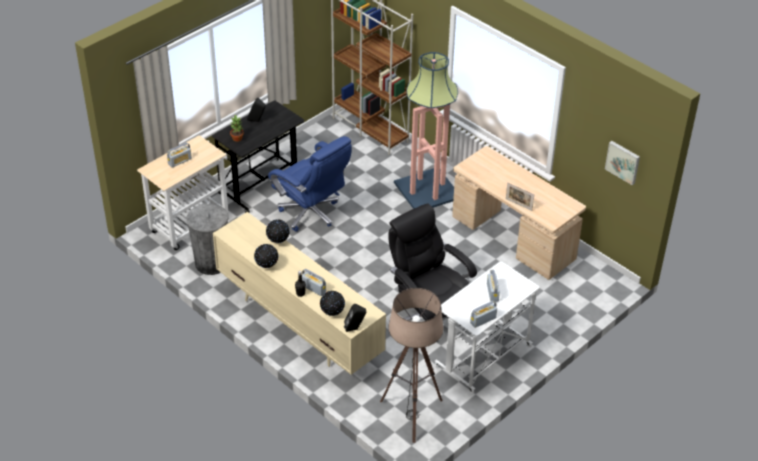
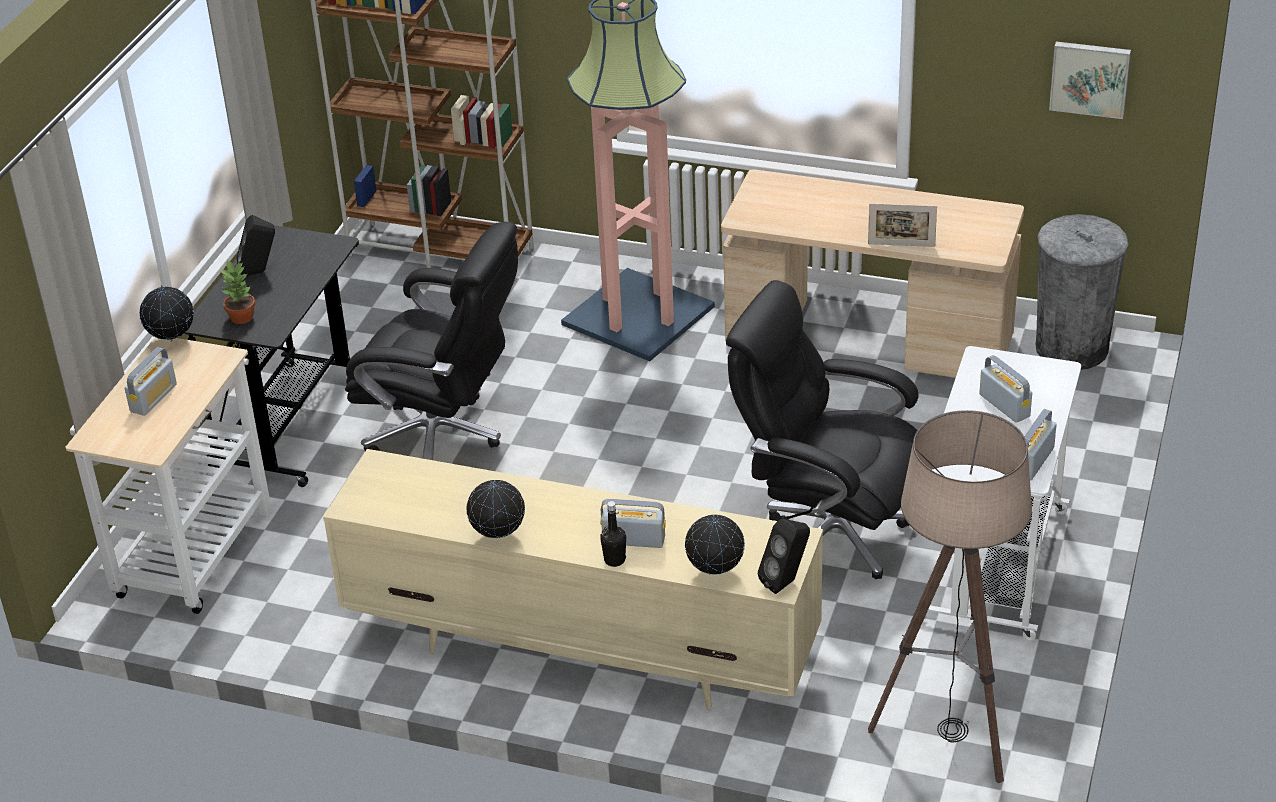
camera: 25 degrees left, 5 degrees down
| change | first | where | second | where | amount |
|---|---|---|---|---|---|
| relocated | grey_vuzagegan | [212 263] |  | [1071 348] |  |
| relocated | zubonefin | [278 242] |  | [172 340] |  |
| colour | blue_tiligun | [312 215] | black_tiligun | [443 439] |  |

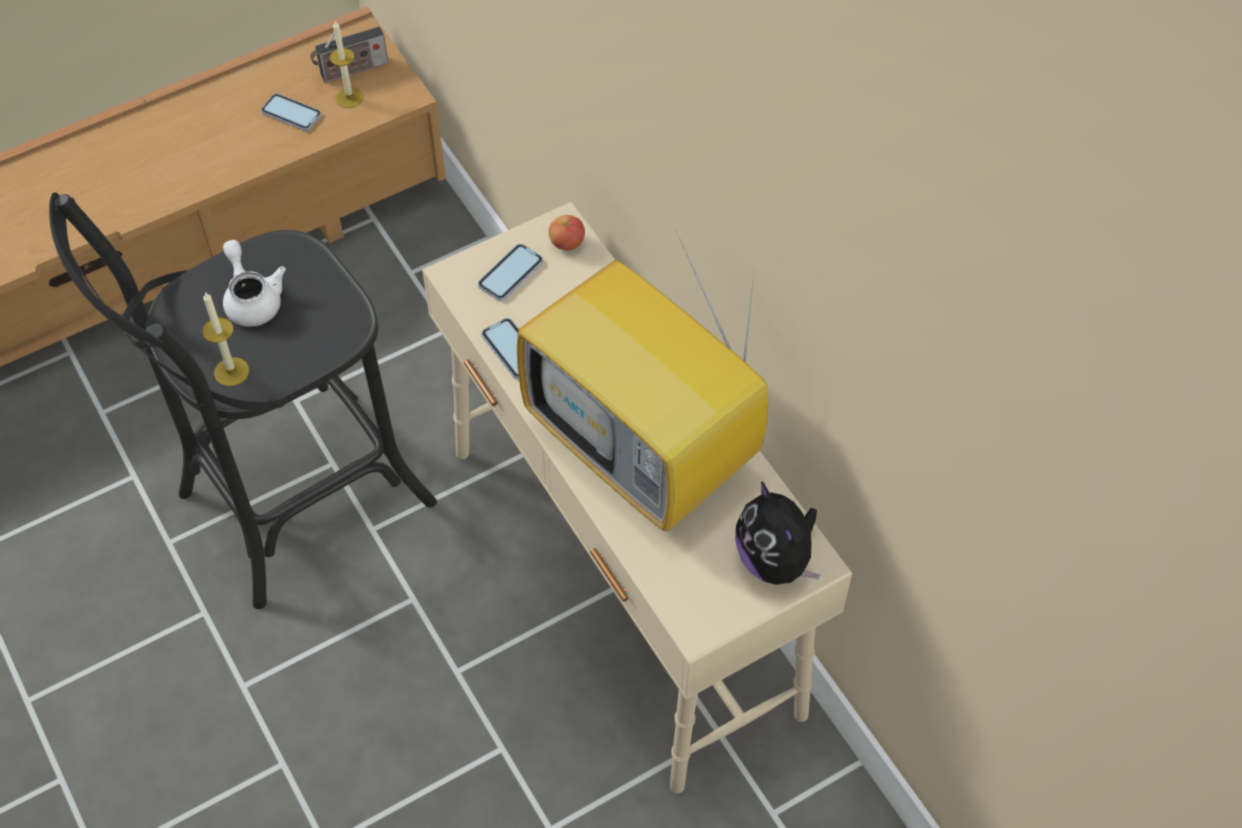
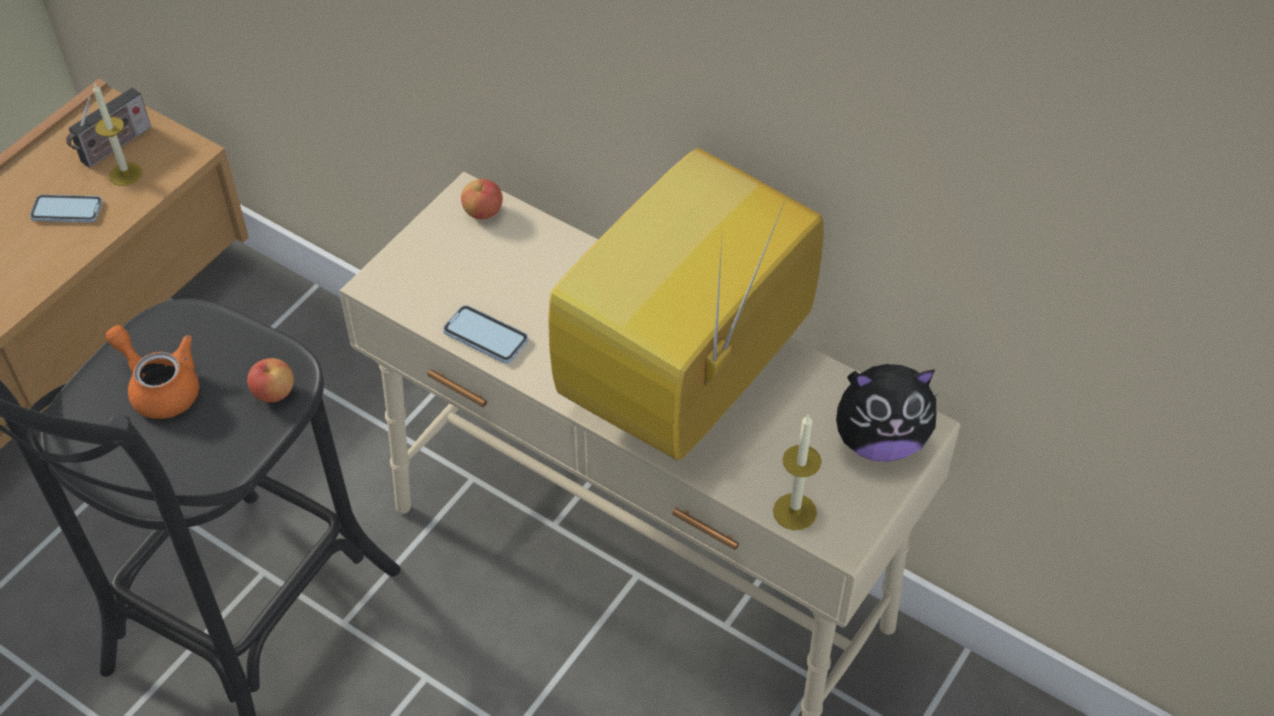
camera: 25 degrees left, 5 degrees down
| change | first | where | second | where | amount |
|---|---|---|---|---|---|
| missing | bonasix | [510 274] |  |  |  |
| appeared |  |  | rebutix | [274 392] |  |
| relocated | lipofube | [231 371] |  | [794 511] |  |
| colour | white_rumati | [252 299] | orange_rumati | [160 387] |  |
| spun | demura | [646 450] |  | [685 383] | 105 degrees clockwise |
| spun | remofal | [775 560] |  | [879 440] | 45 degrees counterclockwise |

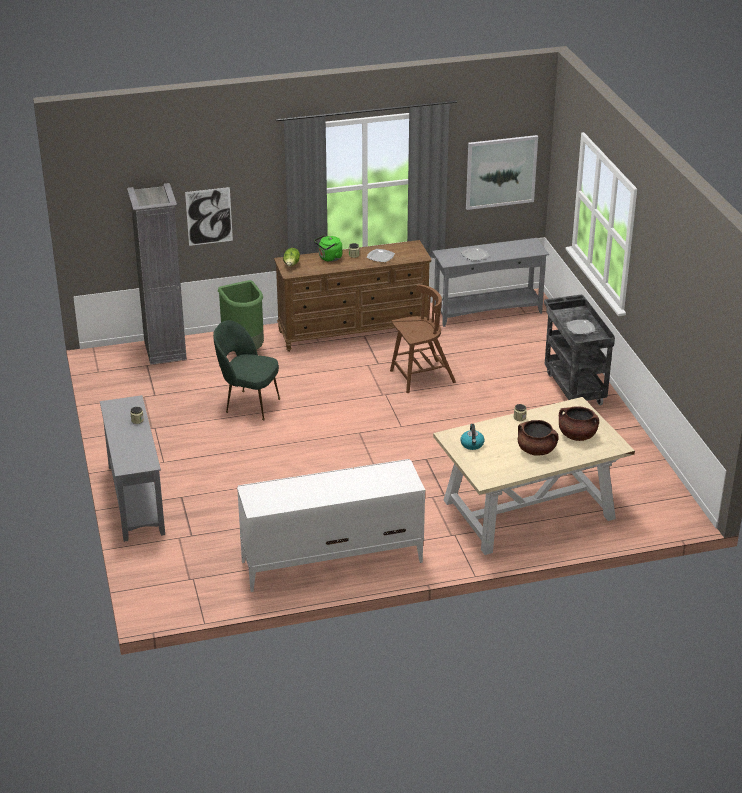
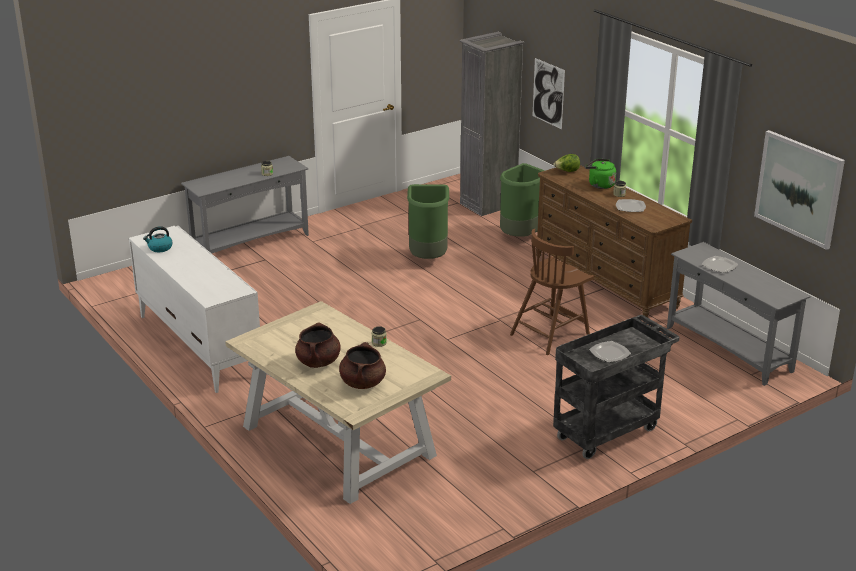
camera: 70 degrees right, 5 degrees down
| change | first | where | second | where | amount |
|---|---|---|---|---|---|
| relocated | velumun | [472 444] |  | [159 248] |  |
| exchanged | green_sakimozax | [248 404] | green_vuzagegan | [428 258] |  |
| spun | brown_sakimozax | [421 377] |  | [551 333] | 90 degrees clockwise |

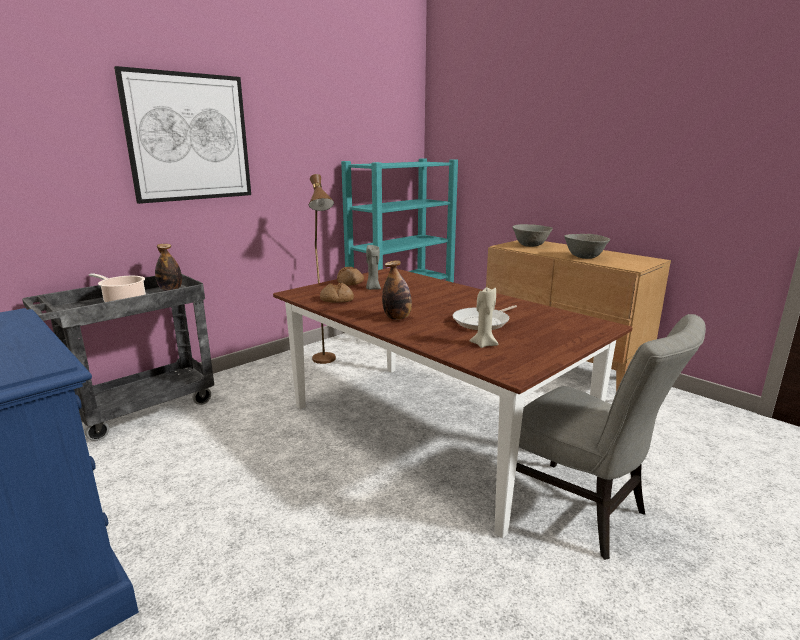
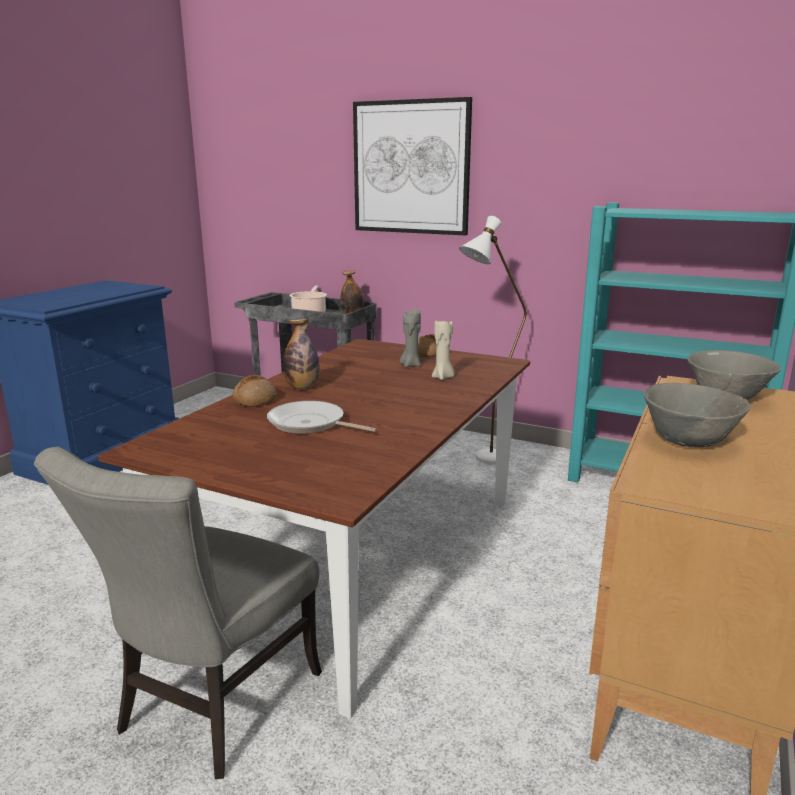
camera: 70 degrees right, 0 degrees up
| change | first | where | second | where | amount |
|---|---|---|---|---|---|
| relocated | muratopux | [337 300] |  | [254 400] |  |
| relocated | beige_lipofube | [483 344] |  | [443 377] |  |
| colour | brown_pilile | [326 362] | white_pilile | [483 461] |  |

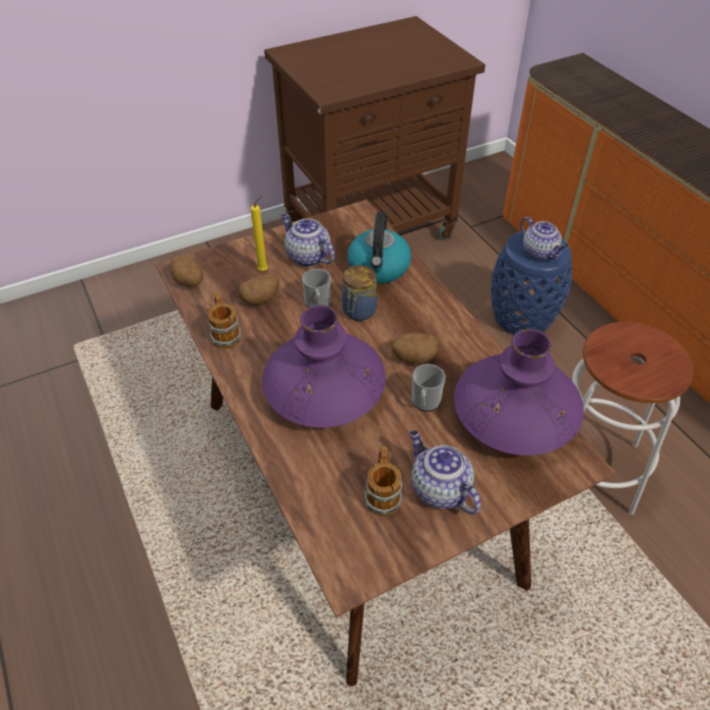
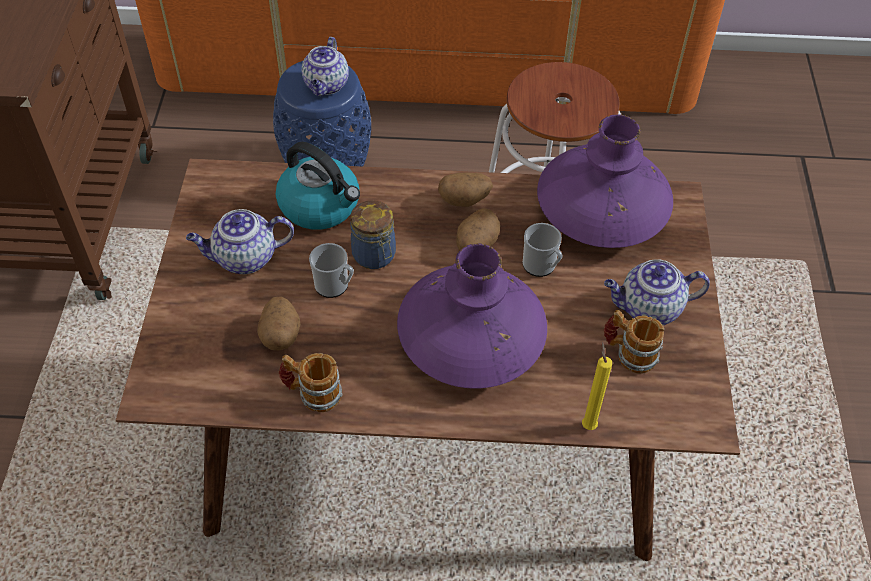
camera: 60 degrees left, 5 degrees up
| change | first | where | second | where | amount |
|---|---|---|---|---|---|
| relocated | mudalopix | [189 282] |  | [464 199] |  |
| relocated | yellow_lipofube | [264 270] |  | [588 424] |  |
| spun | rumati | [540 253] |  | [326 86] | 105 degrees clockwise |

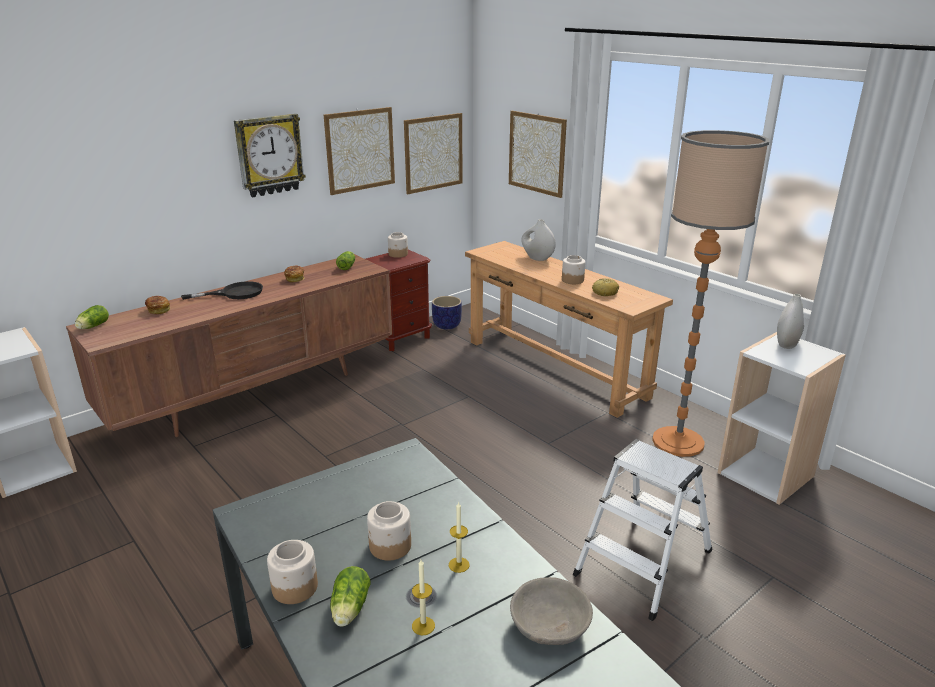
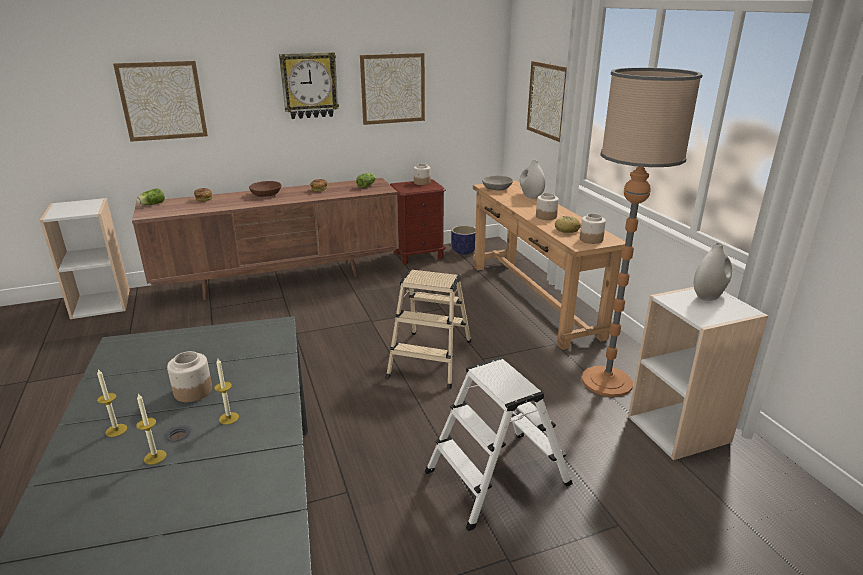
camera: 20 degrees right, 0 degrees up
| change | first | where | second | where | amount |
|---|---|---|---|---|---|
| appeared |  |  | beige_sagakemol | [430 358] |  |
| relocated | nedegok | [294 588] |  | [591 239] |  |
| relocated | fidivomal | [433 152] |  | [162 100] |  |
| relocated | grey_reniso | [550 625] |  | [497 188] |  |
| exchanged | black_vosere | [234 293] | brown_reniso | [266 194] |  |
| exchanged | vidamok | [349 610] | lipofube | [116 430] |  |

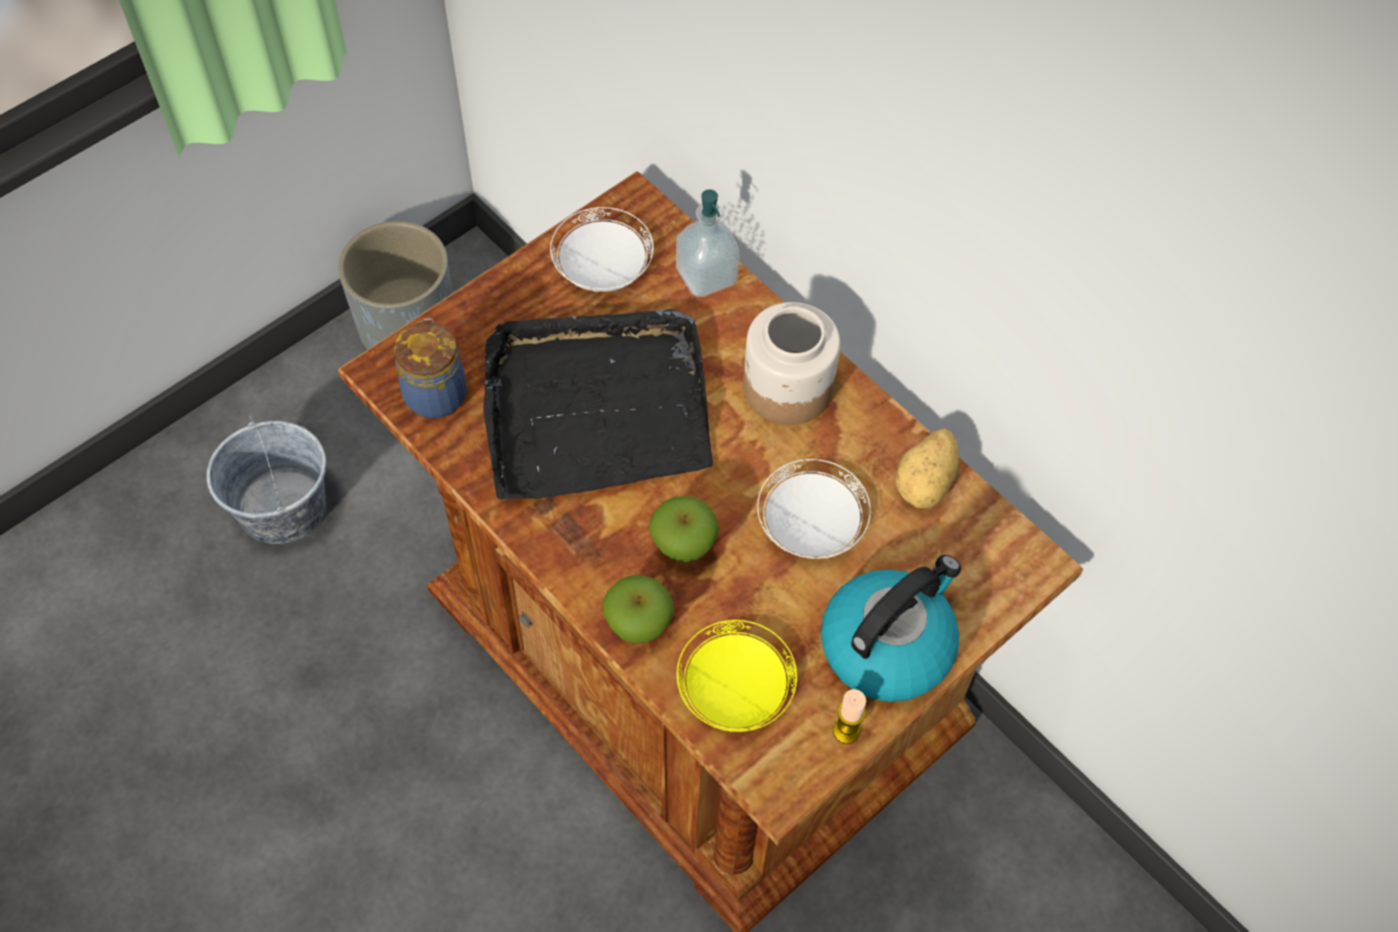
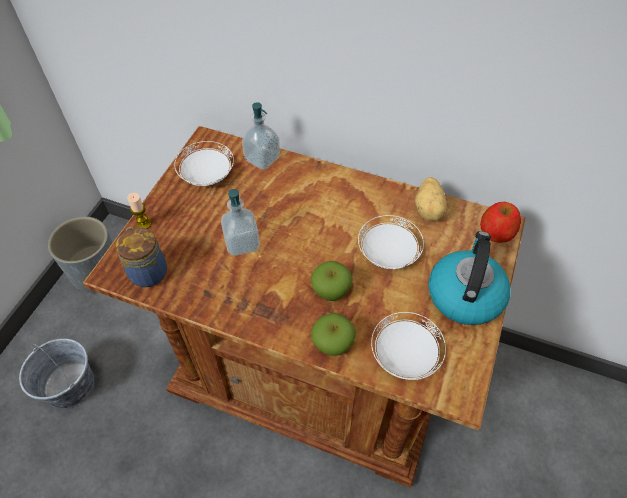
camera: 25 degrees left, 5 degrees down
| change | first | where | second | where | amount |
|---|---|---|---|---|---|
| missing | nedegok | [787 388] |  |  |  |
| appeared |  |  | rebutix | [497 231] |  |
| relocated | lipofube | [846 731] |  | [144 224] |  |
| exchanged | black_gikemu | [595 408] | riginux | [242 243] |  |
| colour | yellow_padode | [736 690] | white_padode | [405 354] |  |

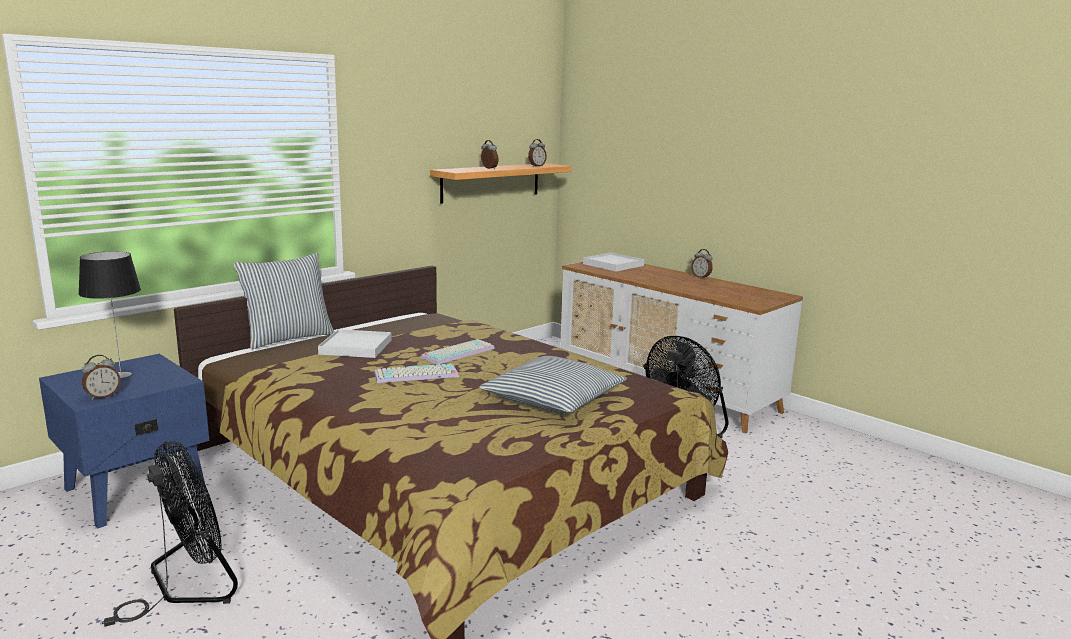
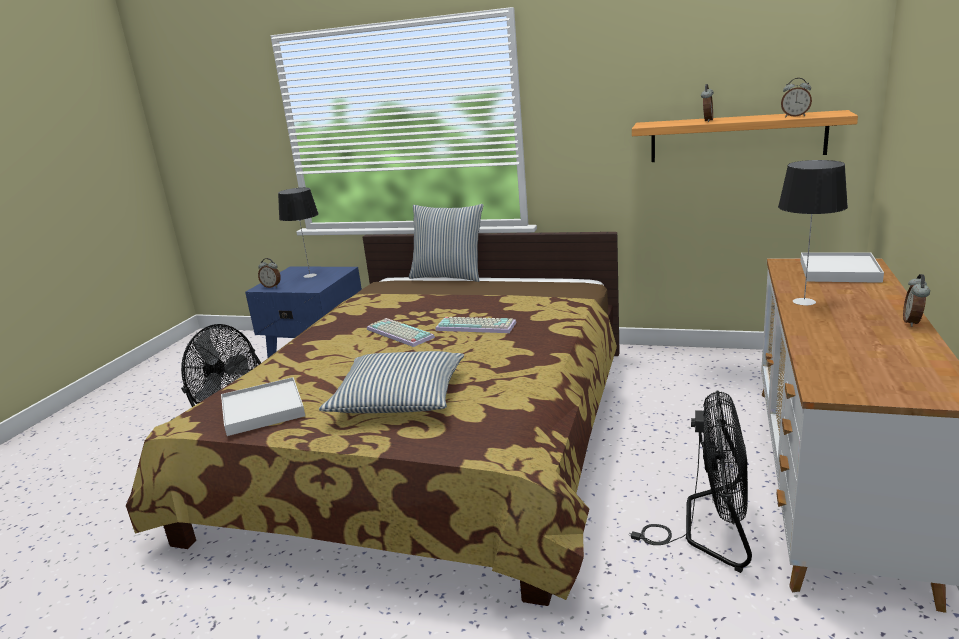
camera: 65 degrees right, 5 degrees up
| change | first | where | second | where | amount |
|---|---|---|---|---|---|
| appeared |  |  | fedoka | [804 301] |  |
| relocated | white_gikemu | [355 347] |  | [263 410] |  |

